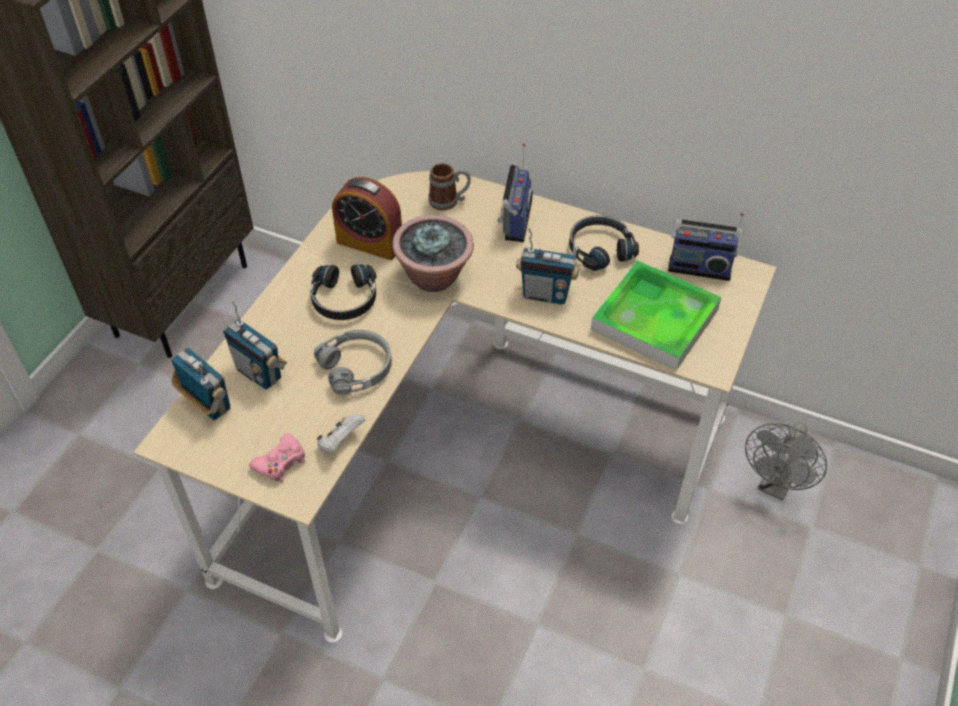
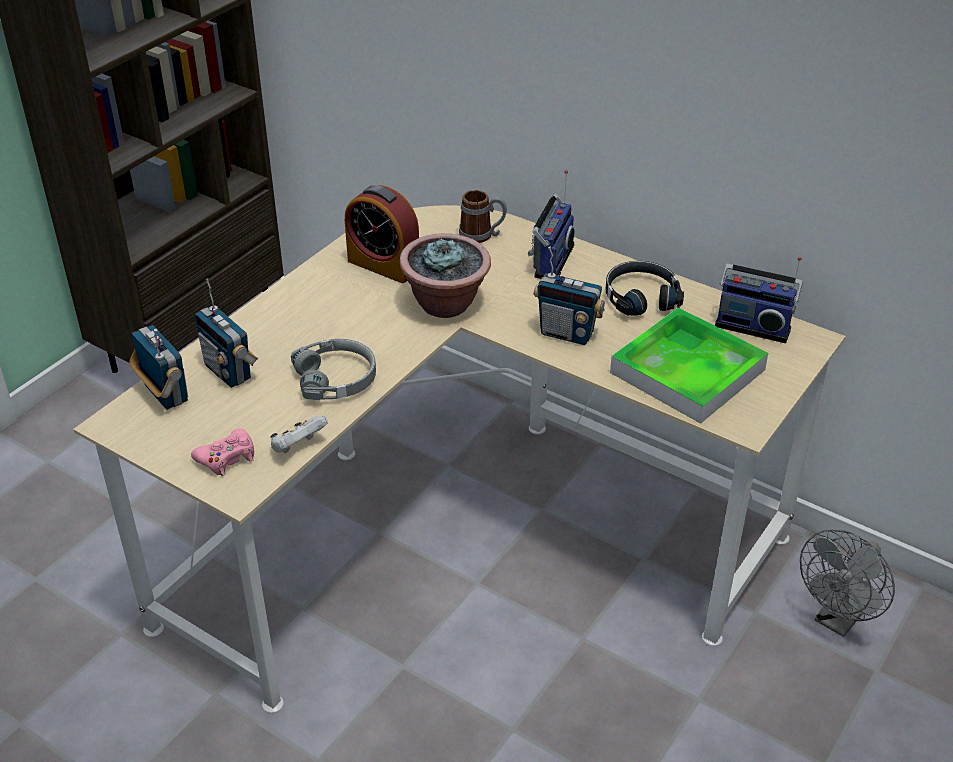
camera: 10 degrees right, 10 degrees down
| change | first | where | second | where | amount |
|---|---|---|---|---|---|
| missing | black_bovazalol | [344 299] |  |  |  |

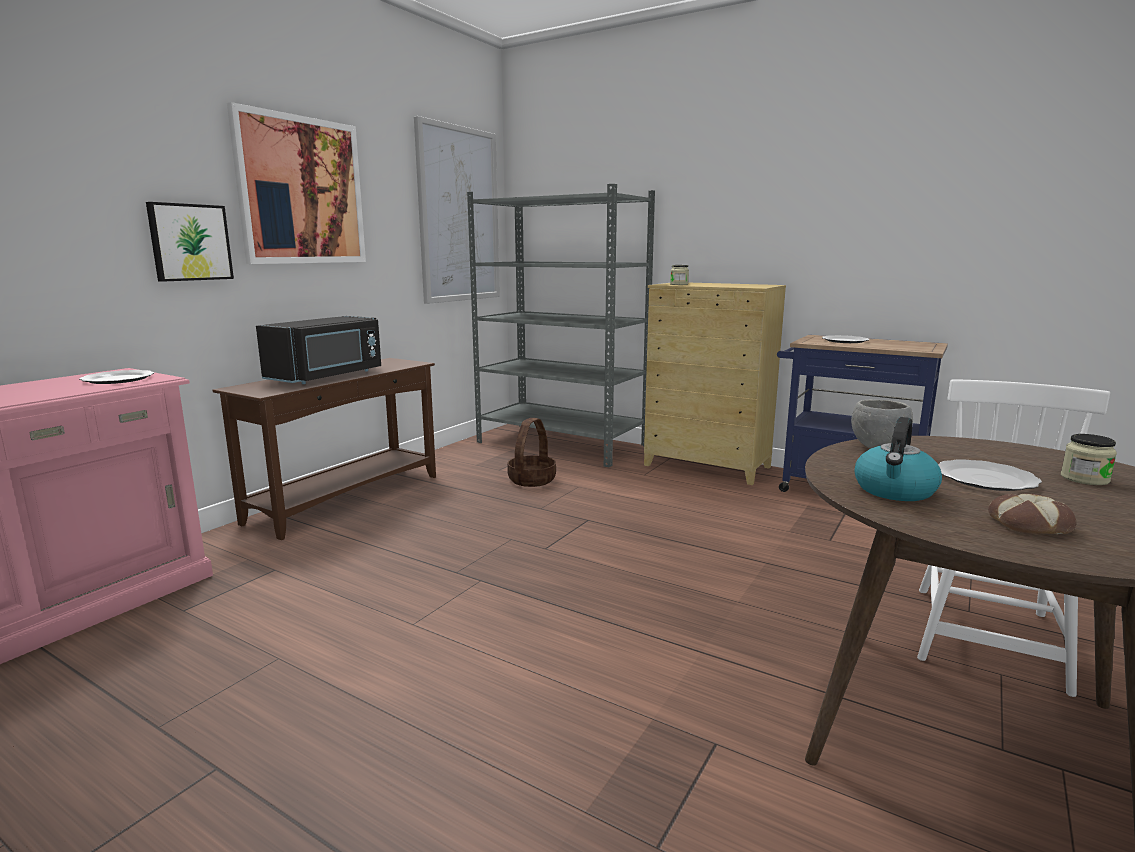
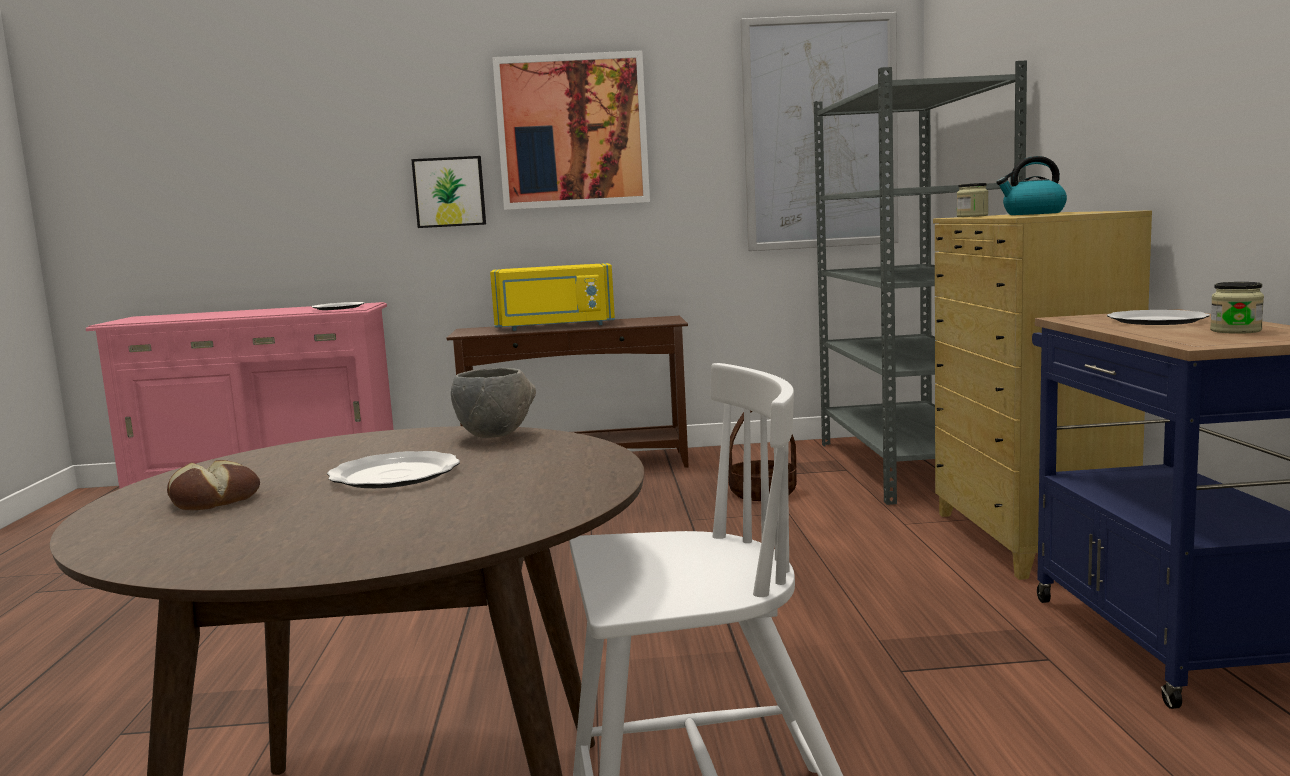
camera: 55 degrees right, 5 degrees down
| change | first | where | second | where | amount |
|---|---|---|---|---|---|
| relocated | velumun | [895 491] |  | [1033 214] |  |
| relocated | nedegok | [1084 479] |  | [1235 331] |  |
| colour | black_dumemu | [328 376] | yellow_dumemu | [555 326] |  |

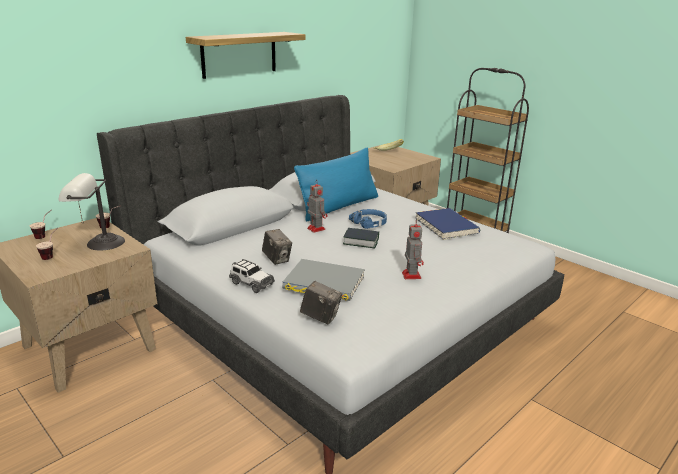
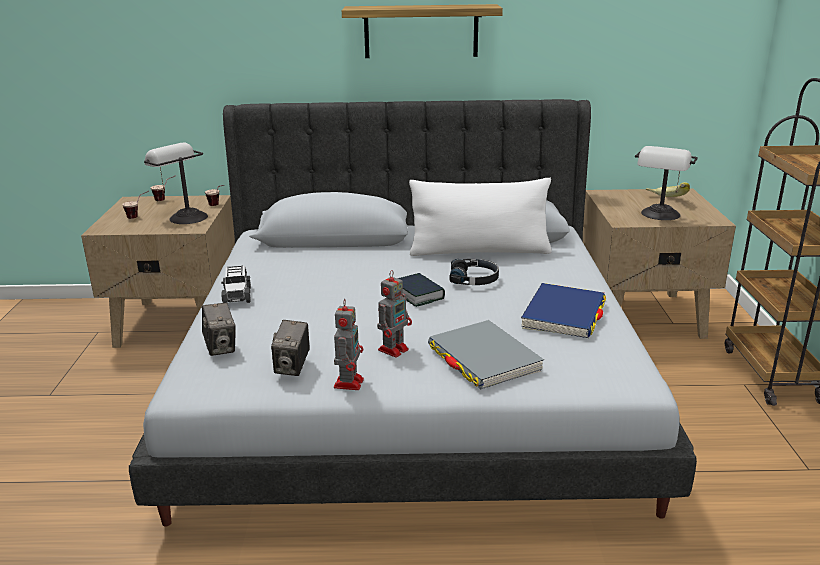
camera: 45 degrees right, 0 degrees up
| change | first | where | second | where | amount |
|---|---|---|---|---|---|
| appeared |  |  | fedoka | [659 216] |  |
| relocated | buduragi | [277 259] |  | [292 367] |  |
| relocated | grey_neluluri | [324 283] |  | [483 359] |  |
| relocated | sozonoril | [315 228] |  | [349 382] |  |
| colour | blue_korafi | [339 207] | white_korafi | [479 251] |  |
| colour | blue_bovazalol | [369 223] | black_bovazalol | [474 279] |  |

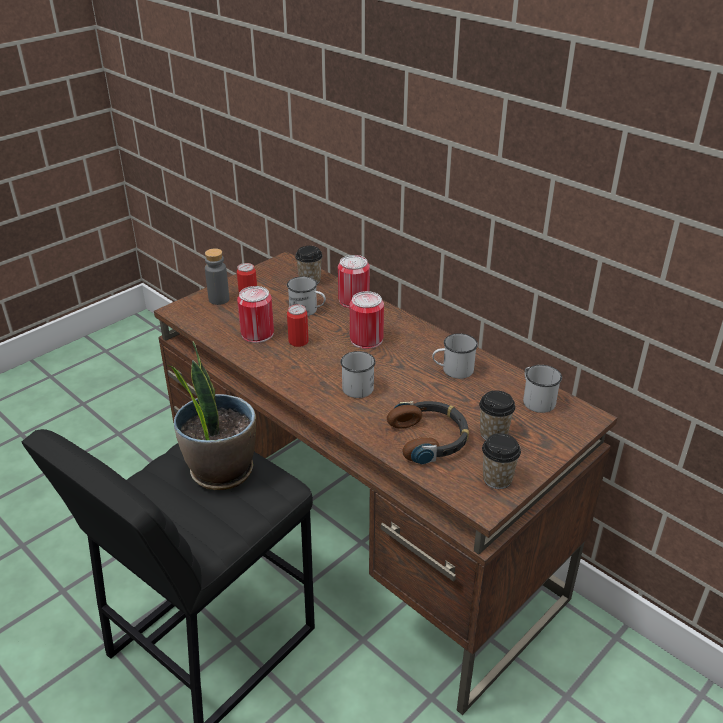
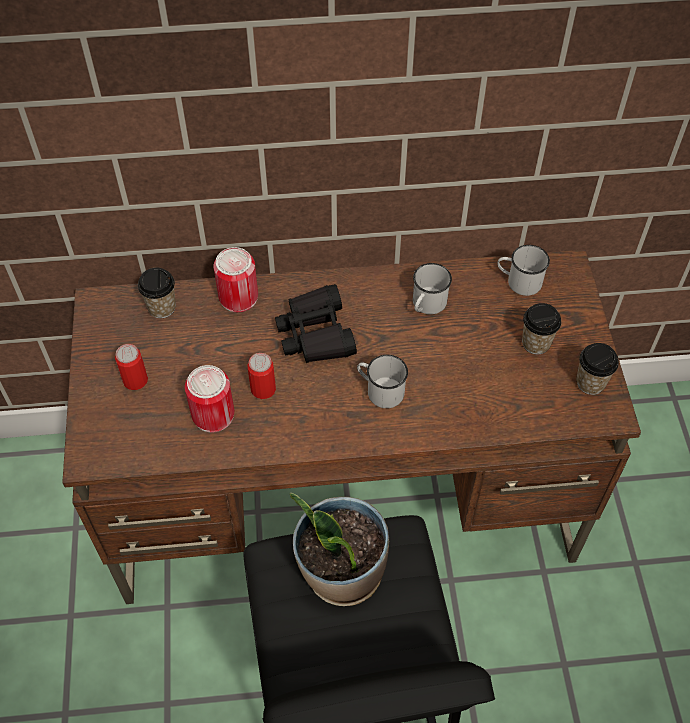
camera: 50 degrees left, 20 degrees up
| change | first | where | second | where | amount |
|---|---|---|---|---|---|
| missing | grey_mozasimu | [219 299] |  |  |  |
| missing | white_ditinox | [307 310] |  |  |  |
| missing | bovazalol | [430 438] |  |  |  |
| exchanged | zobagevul | [366 339] | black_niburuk | [316 333] |  |

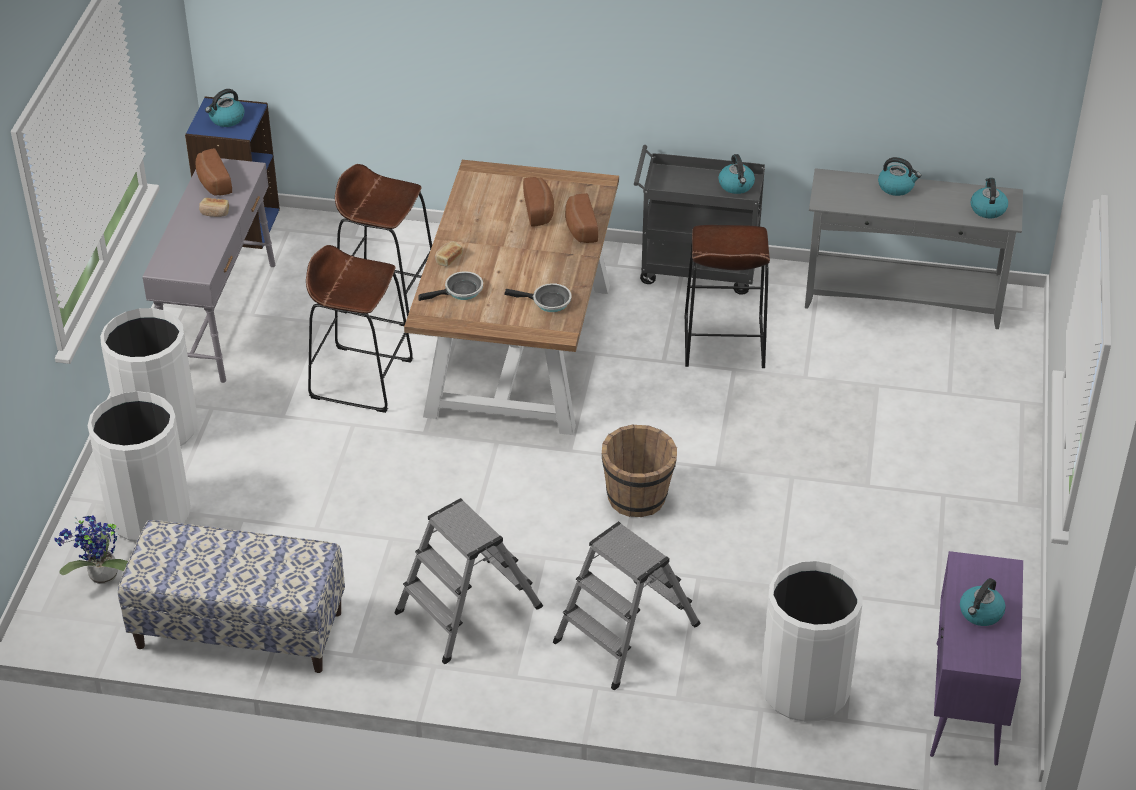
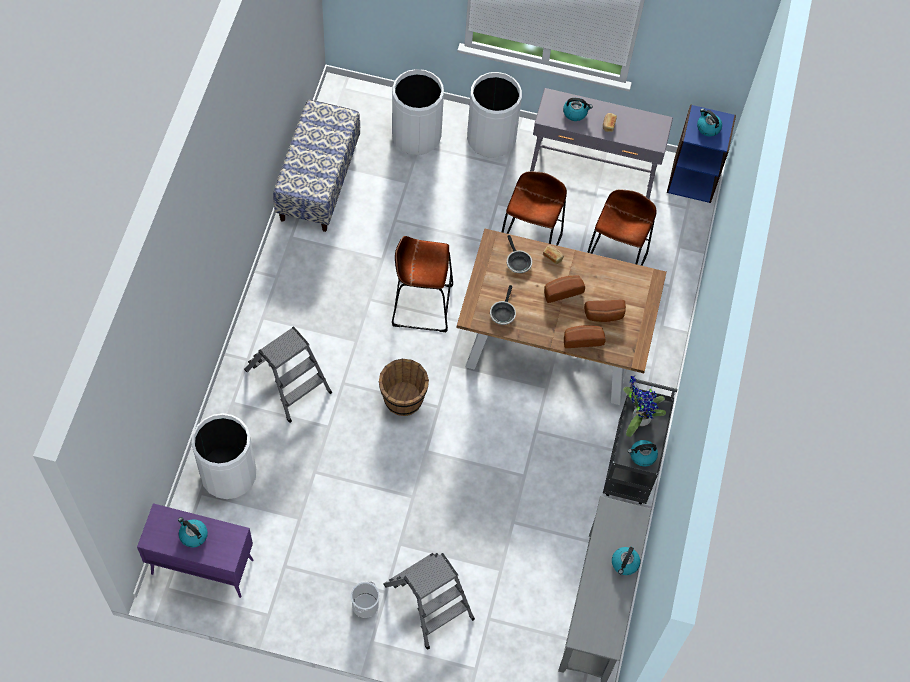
camera: 90 degrees right, 20 degrees up
| change | first | where | second | where | amount |
|---|---|---|---|---|---|
| appeared |  |  | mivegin | [365 605] |  |
| relocated | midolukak | [101 578] |  | [638 417] |  |
| relocated | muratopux | [212 183] |  | [562 291] |  |
| relocated | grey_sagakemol | [468 609] |  | [428 601] |  |
| relocated | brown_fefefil | [723 342] |  | [422 305] |  |
| relocated | velumun | [987 209] |  | [575 113] |  |

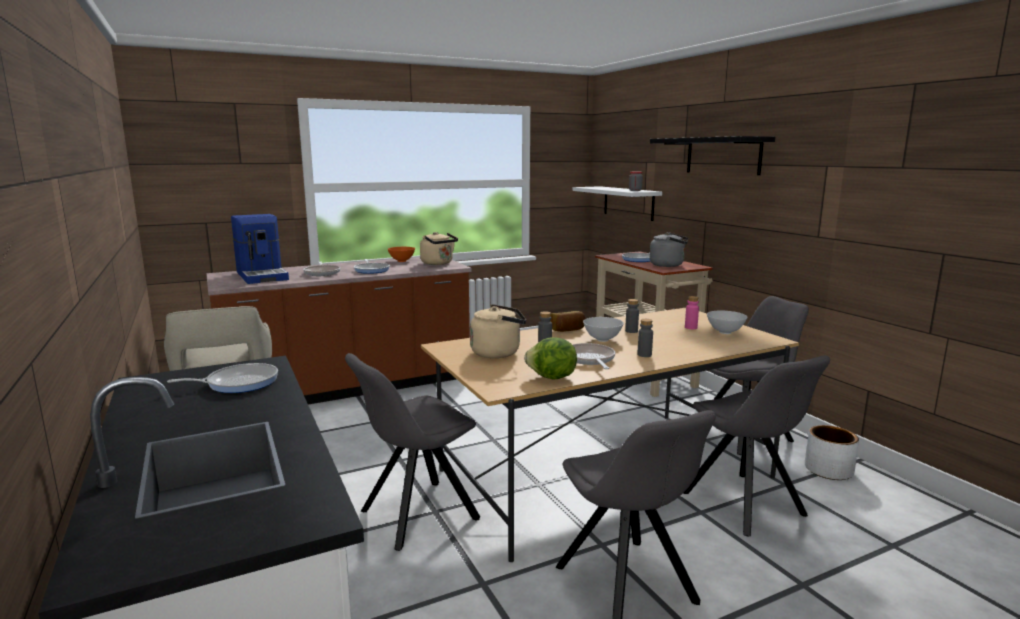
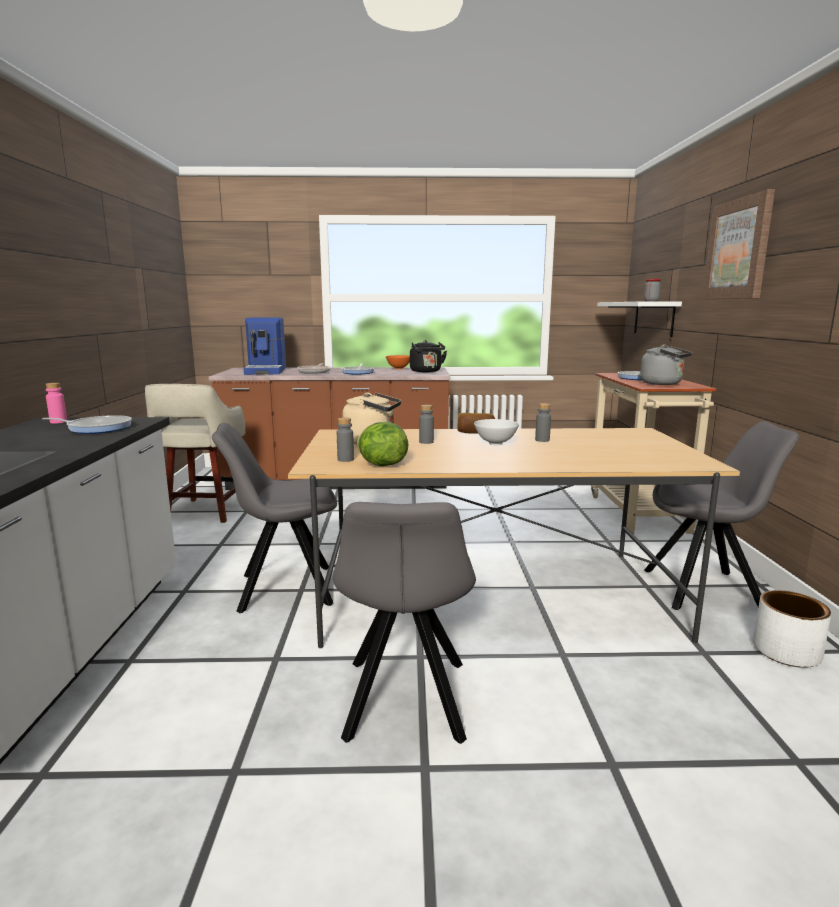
camera: 25 degrees right, 0 degrees up
| change | first | where | second | where | amount |
|---|---|---|---|---|---|
| missing | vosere | [589 359] |  |  |  |
| missing | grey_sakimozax | [744 504] |  |  |  |
| missing | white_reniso | [725 332] |  |  |  |
| relocated | grey_mozasimu | [644 355] |  | [345 459] |  |
| relocated | pink_mozasimu | [691 327] |  | [58 422] |  |
| exchanged | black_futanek | [723 155] | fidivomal | [738 249] |  |
| colour | beige_velumun | [438 263] | black_velumun | [426 371] |  |

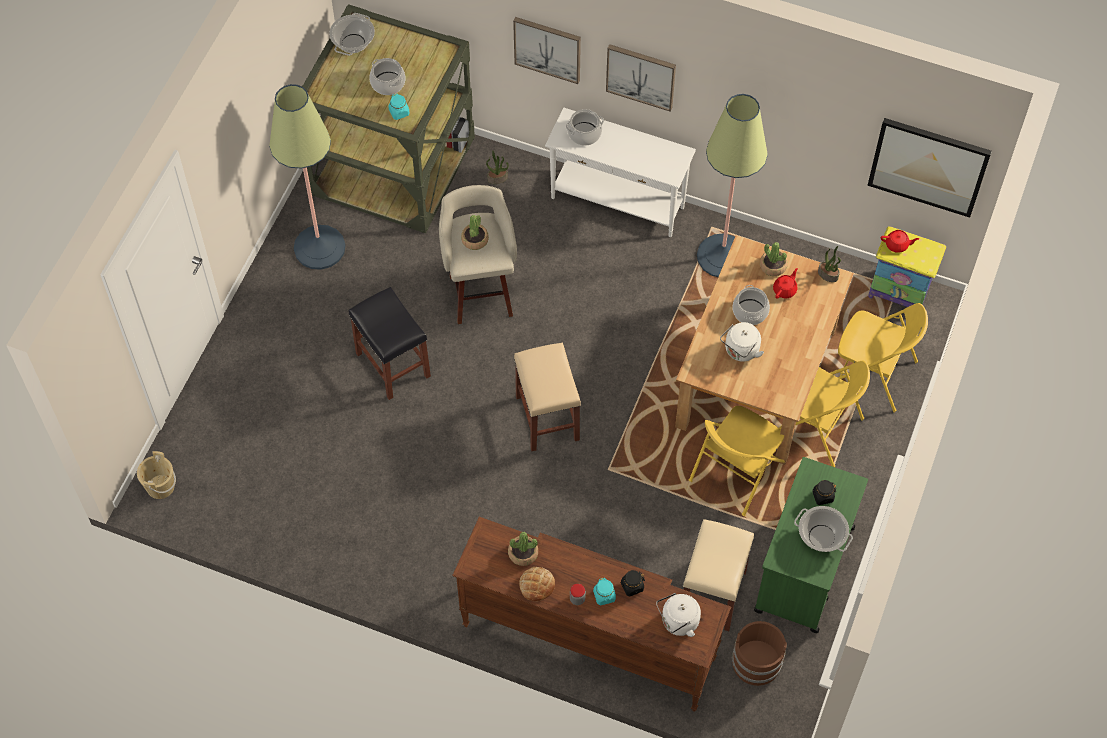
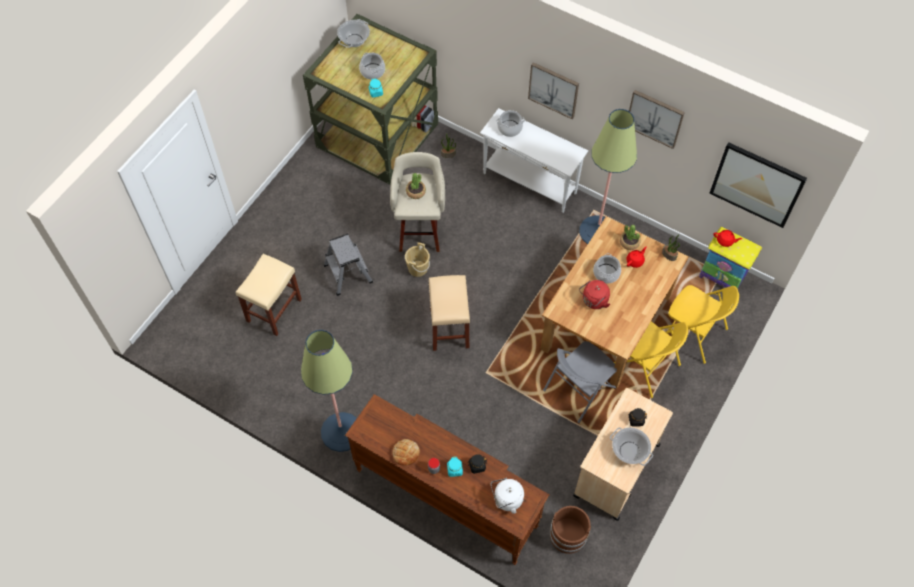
camera: 10 degrees right, 0 degrees up
| change | first | where | second | where | amount |
|---|---|---|---|---|---|
| missing | midolukak | [523 553] |  |  |  |
| relocated | beige_mivegin | [160 486] |  | [417 268] |  |
| relocated | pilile | [319 247] |  | [341 432] |  |
| relocated | fidivomal | [547 49] |  | [655 118] |  |
| relocated | beige_fefefil | [713 595] |  | [274 311] |  |
| exchanged | black_fefefil | [394 365] | grey_sagakemol | [348 274] |  |
| colour | yellow_sakimozax | [737 471] | grey_sakimozax | [579 389] |  |
| colour | white_velumun | [740 351] | red_velumun | [594 301] |  |
| colour | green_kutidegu | [803 570] | beige_kutidegu | [616 470] |  |

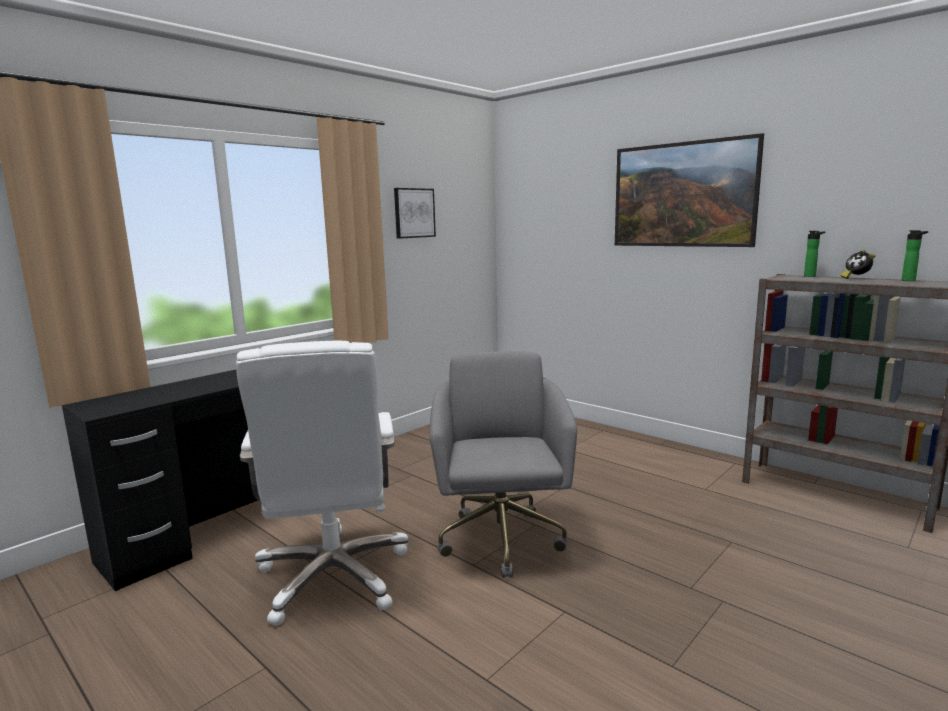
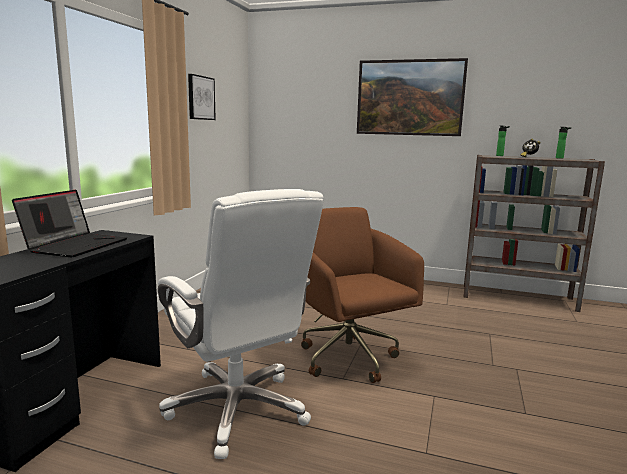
camera: 25 degrees left, 0 degrees up
| change | first | where | second | where | amount |
|---|---|---|---|---|---|
| appeared |  |  | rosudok | [76 245] |  |
| colour | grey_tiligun | [502 545] | brown_tiligun | [351 361] |  |

